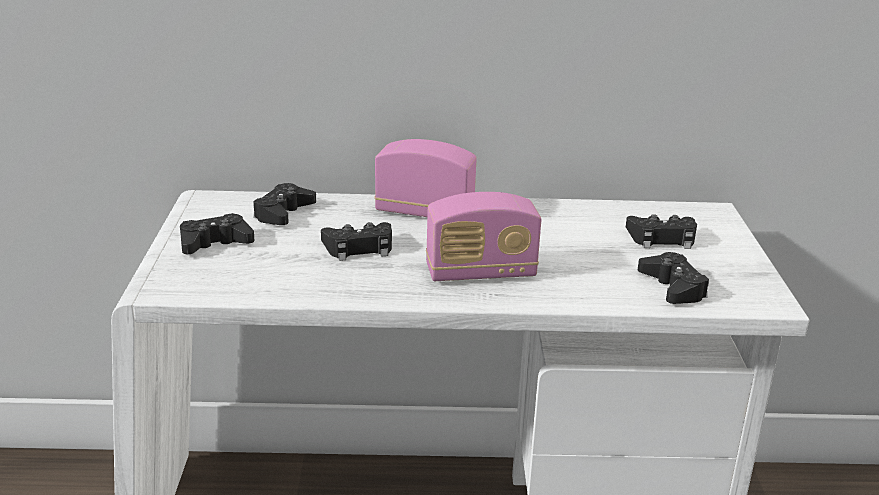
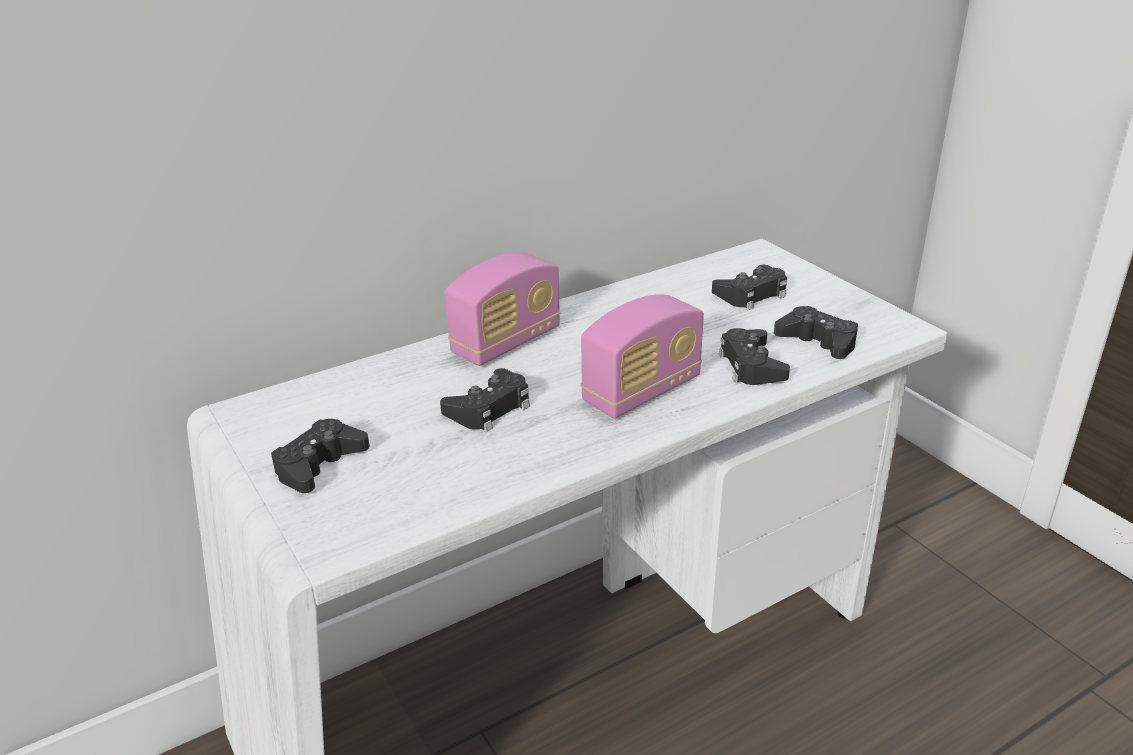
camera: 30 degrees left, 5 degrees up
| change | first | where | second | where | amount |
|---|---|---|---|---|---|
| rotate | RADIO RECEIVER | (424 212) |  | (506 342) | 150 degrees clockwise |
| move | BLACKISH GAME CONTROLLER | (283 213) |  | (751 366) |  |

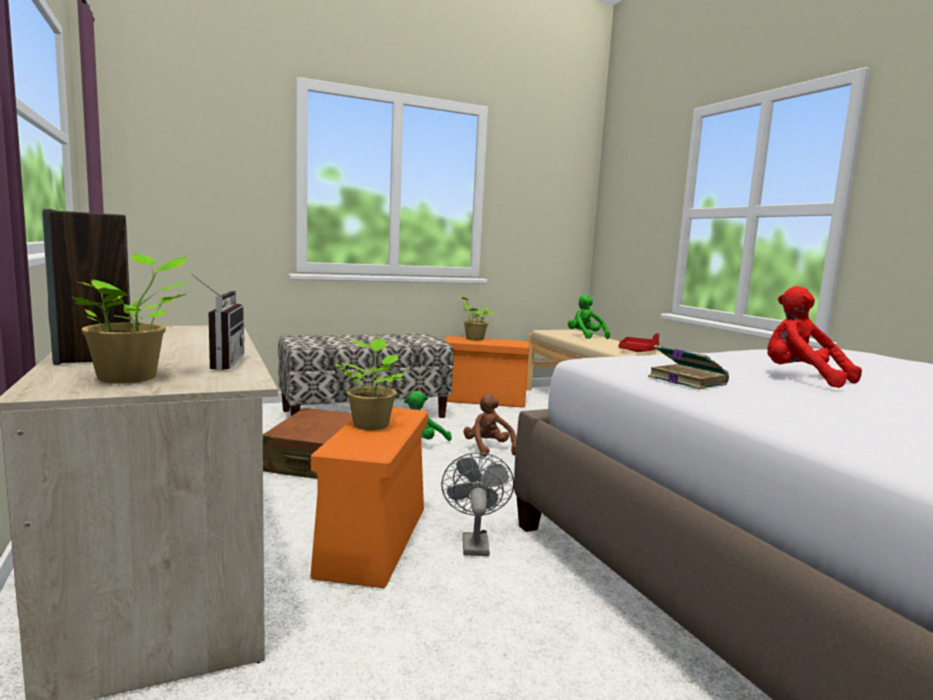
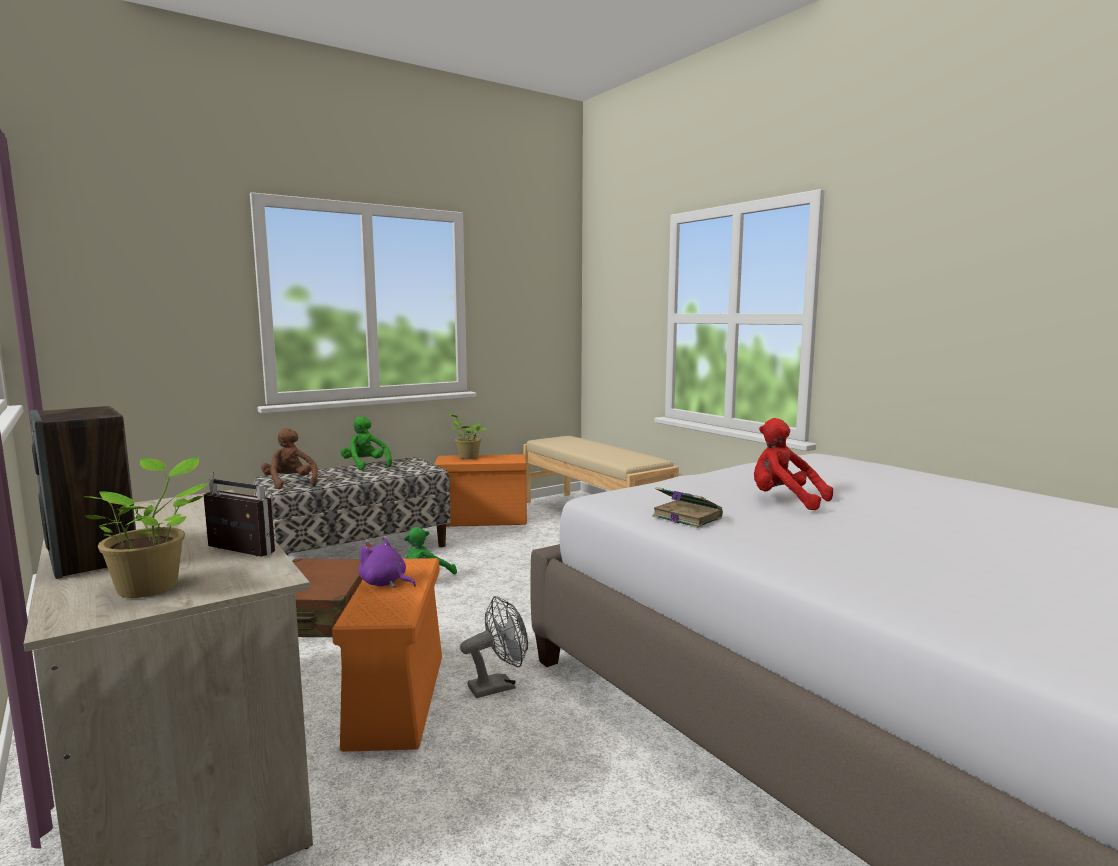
camera: 10 degrees left, 0 degrees up
| change | first | where | second | where | amount |
|---|---|---|---|---|---|
| rotate | RADIO RECEIVER | (218 363) |  | (232 553) | 45 degrees counterclockwise |
| move | GREENISH CUDDLY TOY | (585 336) |  | (365 466) |  |
| delete | REDDISH CARRYING TRAY | (638 351) |  |  |  |
| replace | HOUSEPLANT | (371 424) | PURPLE-COLOURED CUDDLY TOY | (385 583) |  |
| move | BROWN-COLOURED CUDDLY TOY | (488 449) |  | (290 483) |  |
| rotate | GREYISH FAN | (474 542) |  | (498 686) | 75 degrees clockwise |

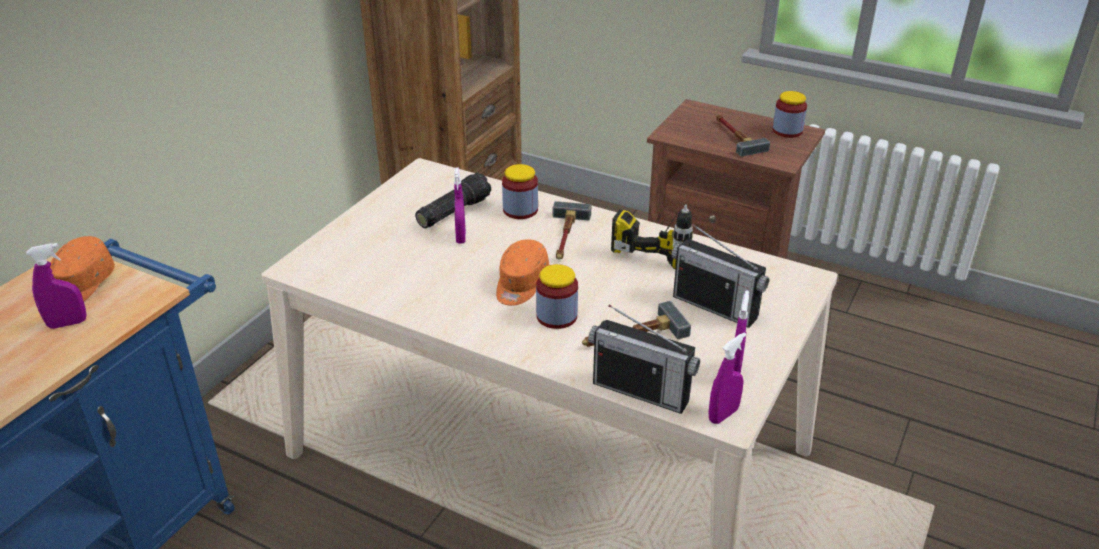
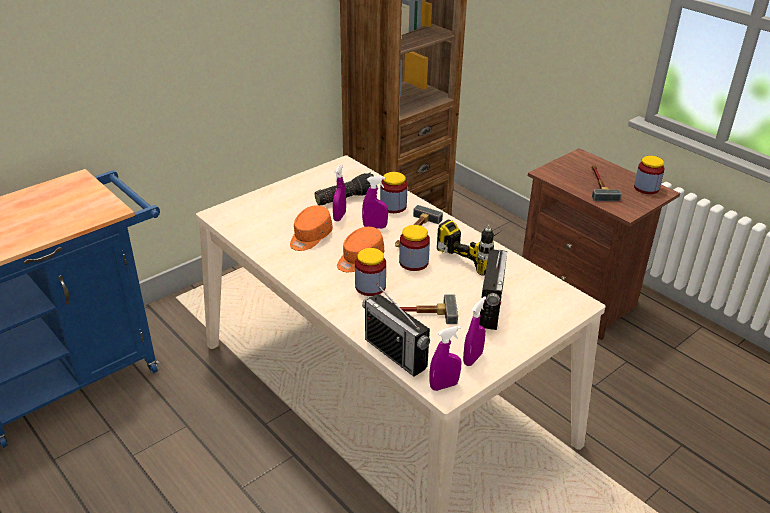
camera: 20 degrees right, 0 degrees up
| change | first | where | second | where | amount |
|---|---|---|---|---|---|
| rotate | RADIO RECEIVER | (715 306) |  | (491 307) | 135 degrees counterclockwise |
| move | ORANGE-COLOURED CAP | (82 285) |  | (310 237) |  |
| move | PURPLE-COLOURED HAND SPRAYER | (67 323) |  | (375 227) |  |
| insert |  |  | PRESERVE JAR | (413 262) |  |

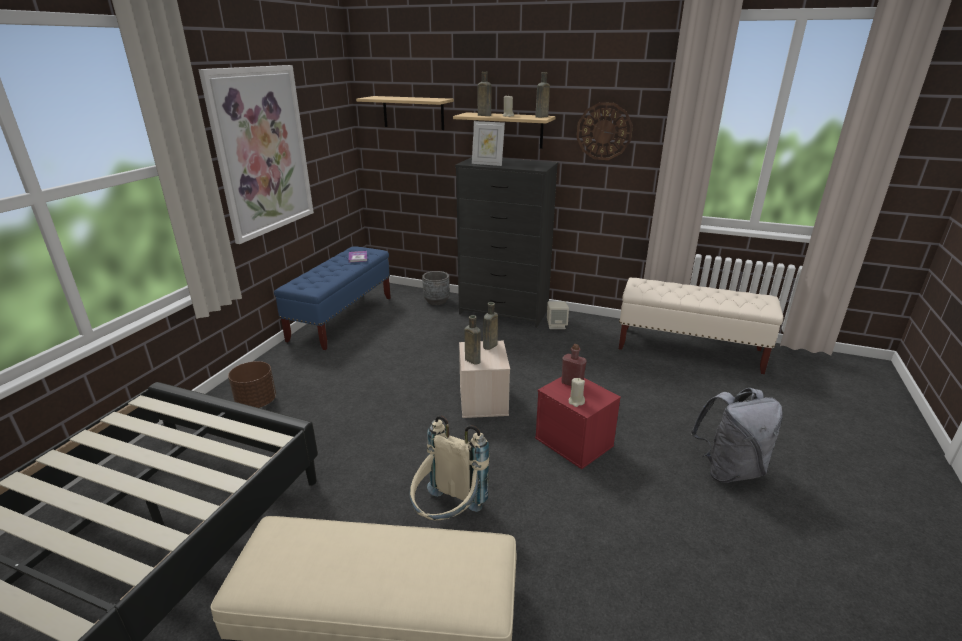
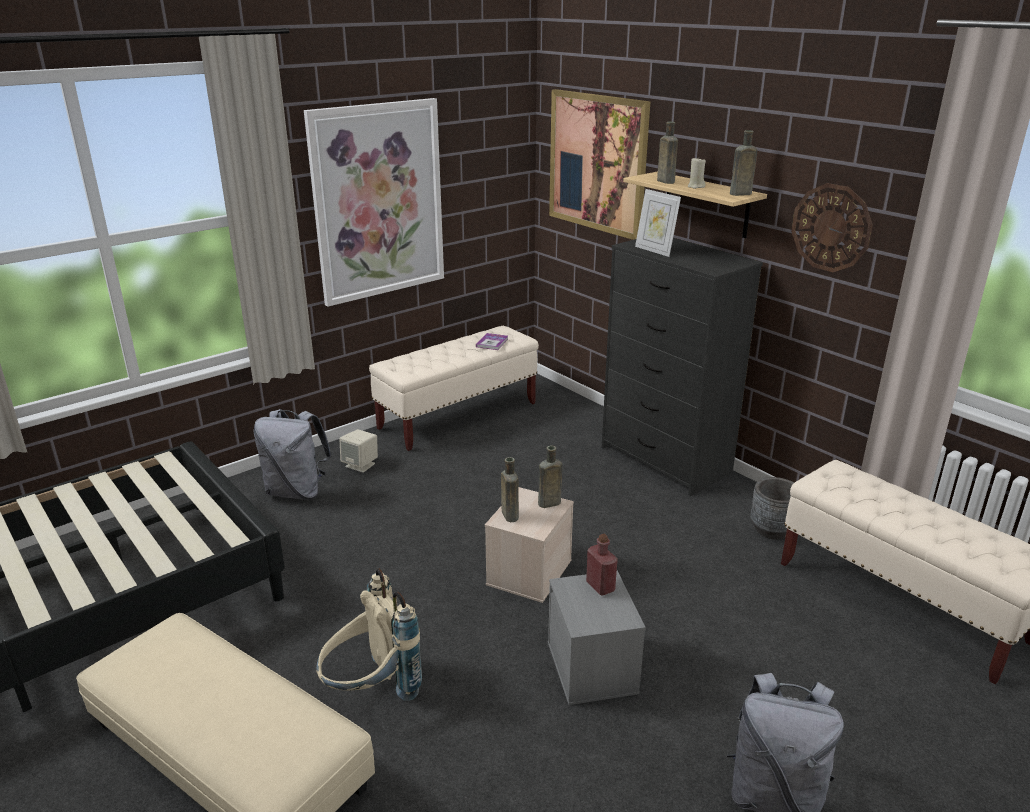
camera: 30 degrees right, 0 degrees up
| change | first | where | second | where | amount |
|---|---|---|---|---|---|
| replace | WALL SHELF | (413 113) | PICTURE | (597 163) |  |
| recolor | BLUE INDOOR BENCH | (342 318) | BEIGE-COLOURED INDOOR BENCH | (458 416) |  |
| move | GREYISH PLANT POT | (436 301) |  | (772 530) |  |
| move | BEIGE-COLOURED AUDIO SPEAKER | (556 325) |  | (361 465) |  |
| replace | BROWN-COLOURED PLANT POT | (257 402) | GREYISH RUCKSACK | (297 491) |  |
| recolor | REDDISH STORAGE CONTAINER | (575 442) | GREYISH STORAGE CONTAINER | (593 668) |  |
| delete | BEIGE-COLOURED WAX LIGHT | (576 402) |  |  |  |

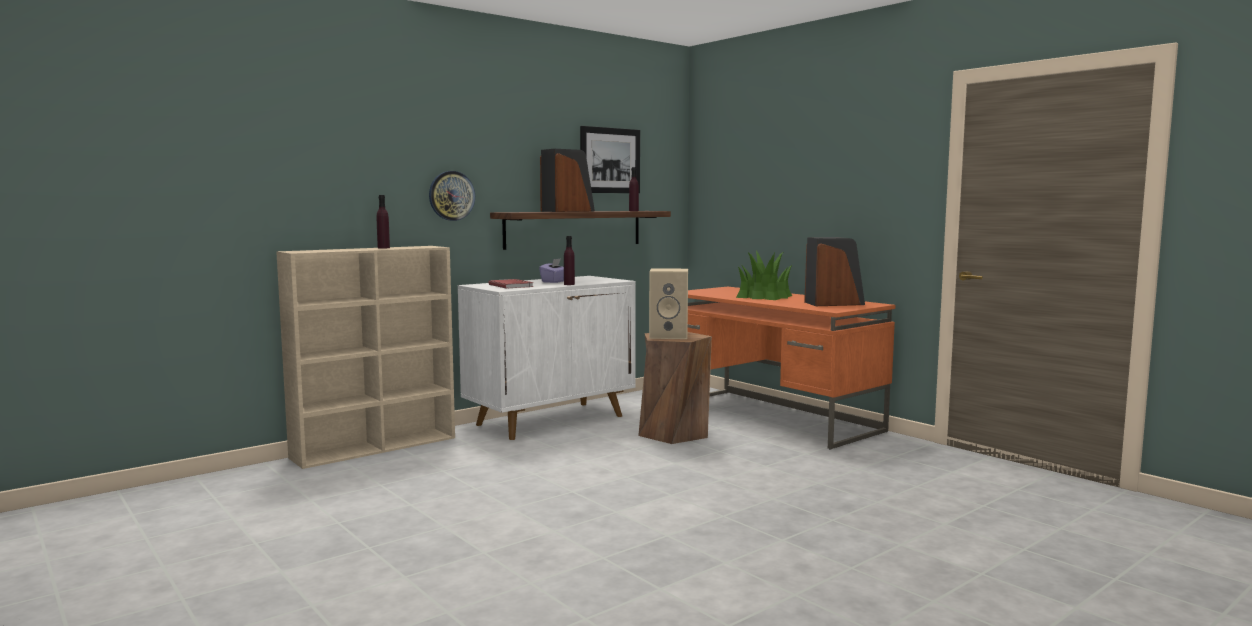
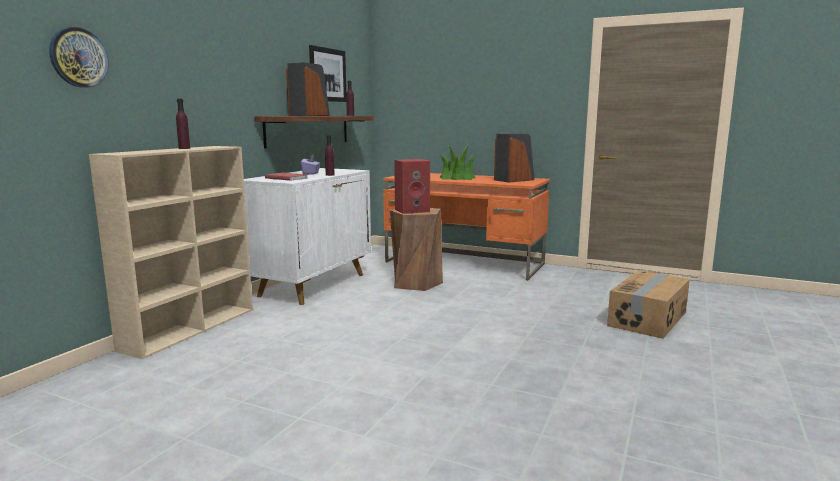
camera: 25 degrees left, 5 degrees up
| change | first | where | second | where | amount |
|---|---|---|---|---|---|
| move | CLOCK ON THE WALL | (451 195) |  | (78 57) |  |
| recolor | BEIGE-COLOURED AUDIO SPEAKER | (669 336) | REDDISH AUDIO SPEAKER | (412 210) |  |
| insert |  |  | CARTON | (648 319) |  |

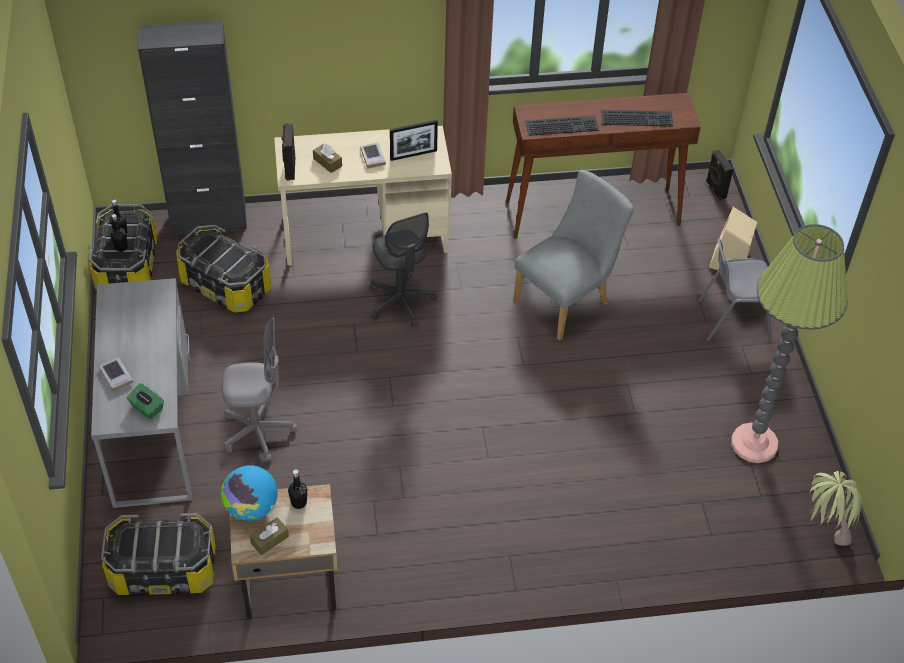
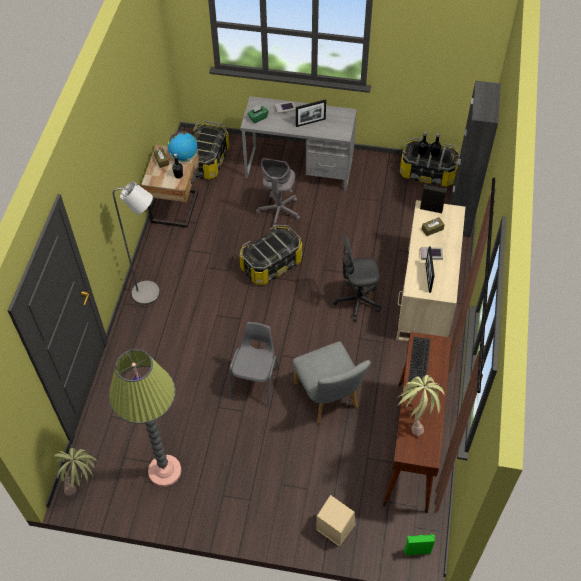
camera: 110 degrees right, 5 degrees up
| change | first | where | second | where | amount |
|---|---|---|---|---|---|
| replace | PC KEYBOARD | (637 117) | HOUSEPLANT | (416 418) |  |
| recolor | BLACKISH AUDIO SPEAKER | (715 190) | GREENISH AUDIO SPEAKER | (417 550) |  |
| move | STORAGE CONTAINER | (225 285) |  | (271 264) |  |
| move | GREYISH UPRIGHT CHAIR | (732 319) |  | (256 382) |  |
| insert |  |  | PHOTO FRAME | (310 122) |  |
| insert |  |  | GREYISH FLOOR LAMP | (151 294) |  |

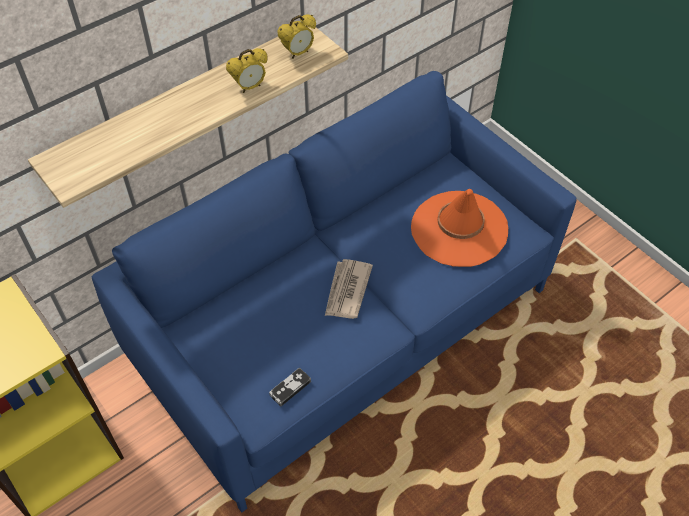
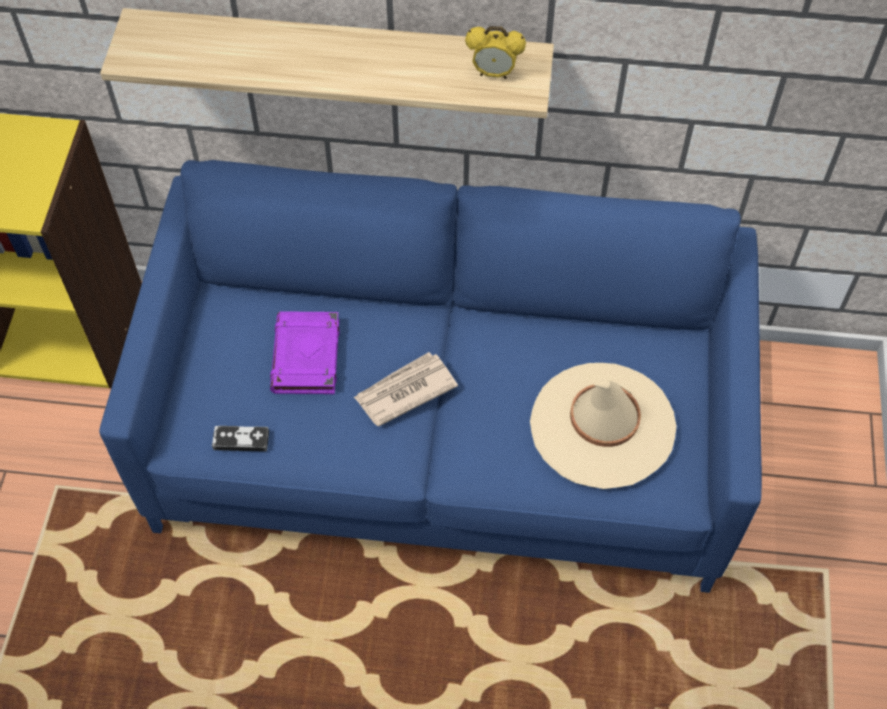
camera: 45 degrees right, 5 degrees up
| change | first | where | second | where | amount |
|---|---|---|---|---|---|
| delete | BEDSIDE CLOCK | (250 87) |  |  |  |
| recolor | ORANGE-COLOURED HAT | (459 229) | BEIGE-COLOURED HAT | (602 425) |  |
| insert |  |  | PURPLE-COLOURED BOOK | (306 357) |  |

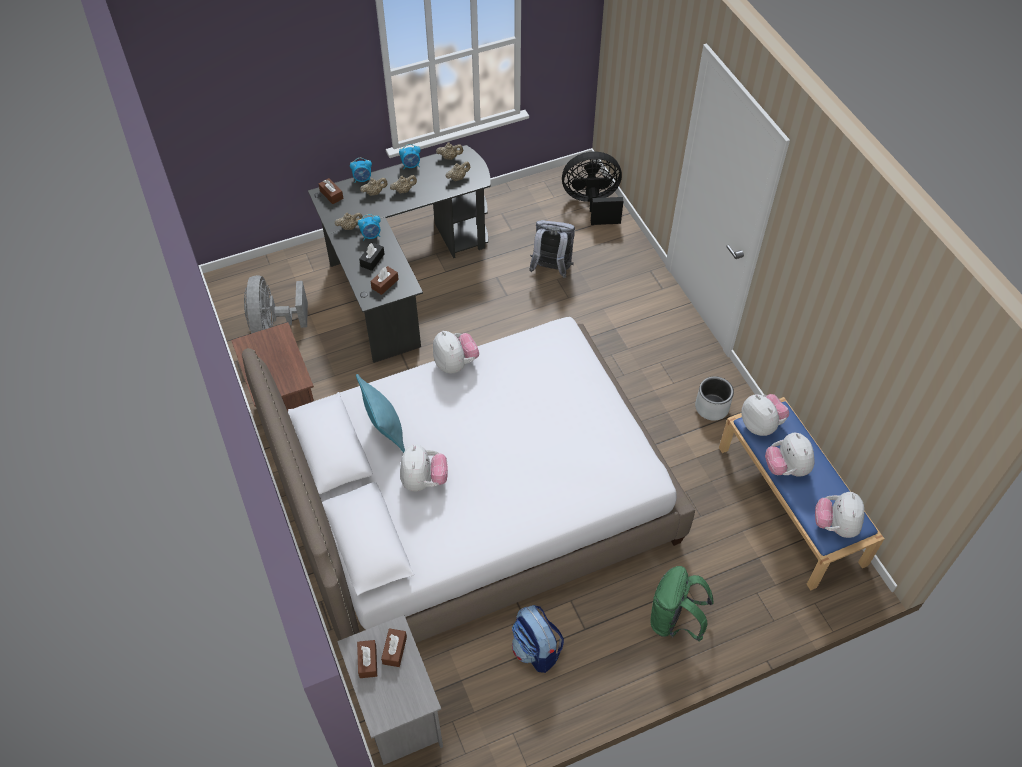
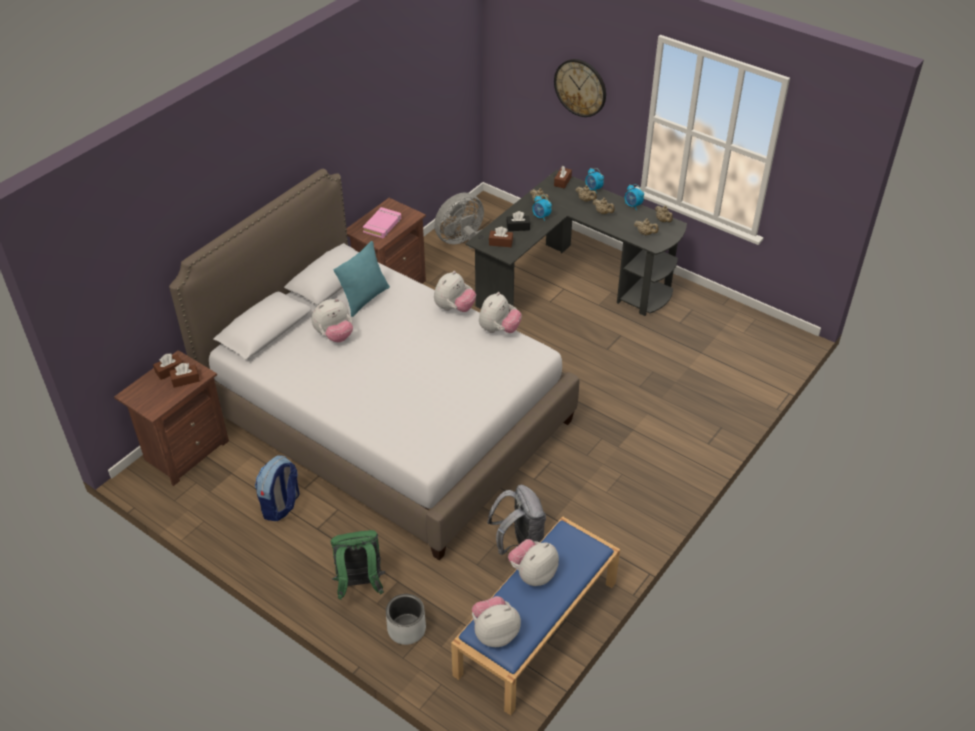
camera: 60 degrees right, 10 degrees down
| change | first | where | second | where | amount |
|---|---|---|---|---|---|
| delete | BLACKISH FAN | (592 204) |  |  |  |
| move | GREYISH RUCKSACK | (551 269) |  | (519 544) |  |
| move | GREYISH PLANT POT | (712 407) |  | (406 629) |  |
| move | CUDDLY TOY | (761 425) |  | (499 330) |  |
| recolor | GREYISH BEDSIDE TABLE | (398 716) | BROWN-COLOURED BEDSIDE TABLE | (185 451) |  |
| insert |  |  | CLOCK ON THE WALL | (580 87) |  |
| insert |  |  | PINK-COLOURED BOOK | (382 225) |  |

